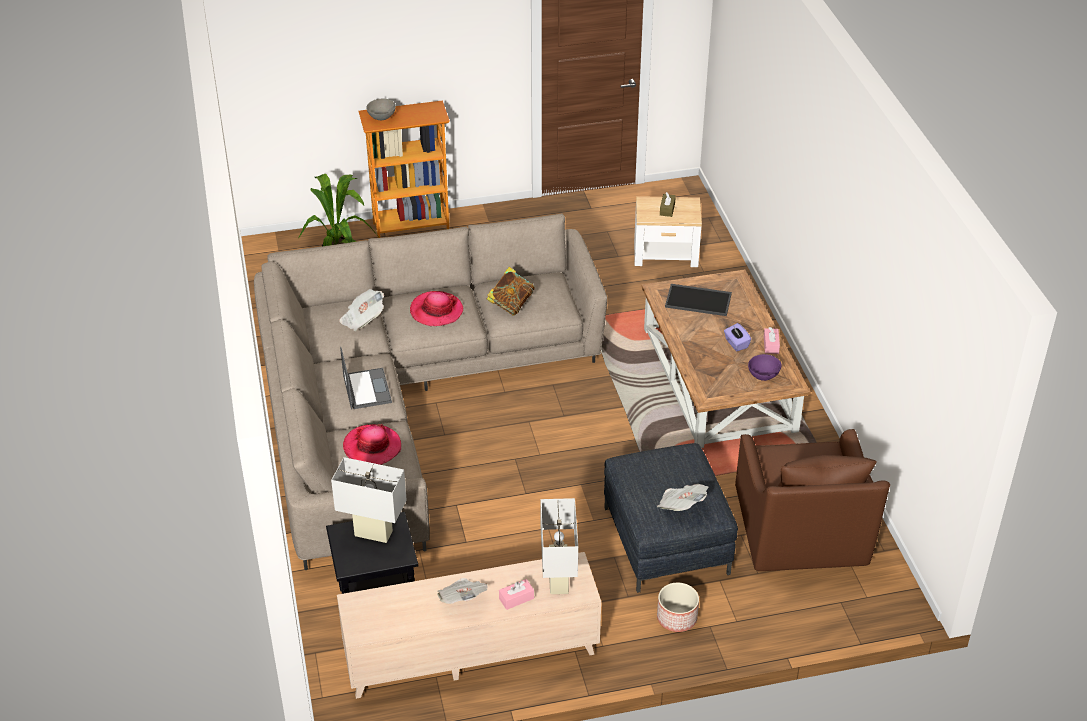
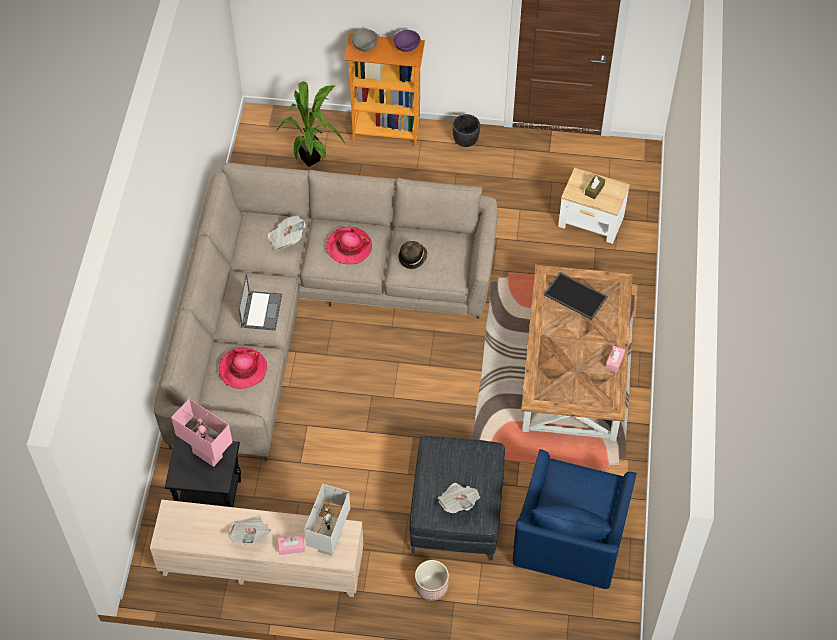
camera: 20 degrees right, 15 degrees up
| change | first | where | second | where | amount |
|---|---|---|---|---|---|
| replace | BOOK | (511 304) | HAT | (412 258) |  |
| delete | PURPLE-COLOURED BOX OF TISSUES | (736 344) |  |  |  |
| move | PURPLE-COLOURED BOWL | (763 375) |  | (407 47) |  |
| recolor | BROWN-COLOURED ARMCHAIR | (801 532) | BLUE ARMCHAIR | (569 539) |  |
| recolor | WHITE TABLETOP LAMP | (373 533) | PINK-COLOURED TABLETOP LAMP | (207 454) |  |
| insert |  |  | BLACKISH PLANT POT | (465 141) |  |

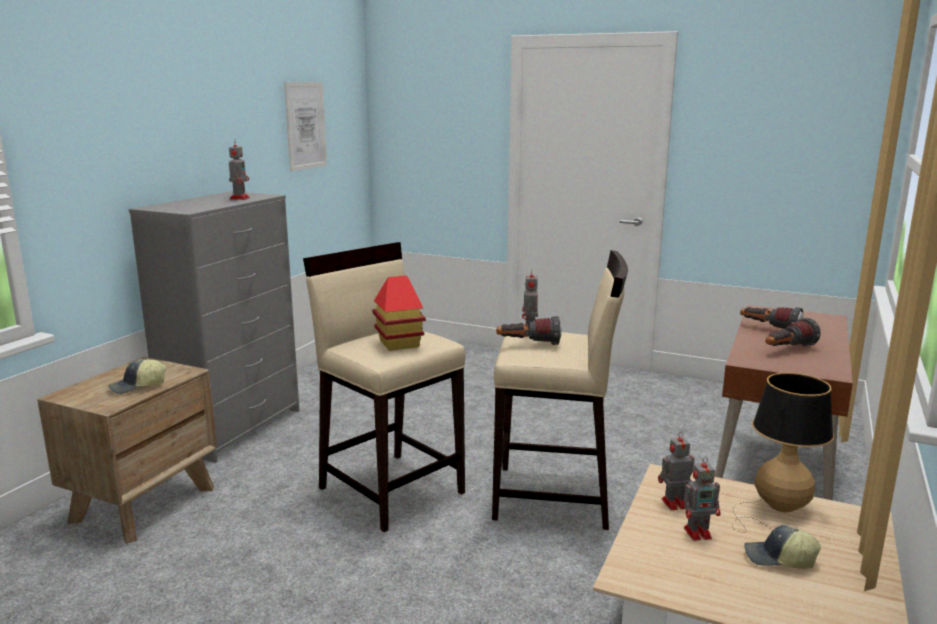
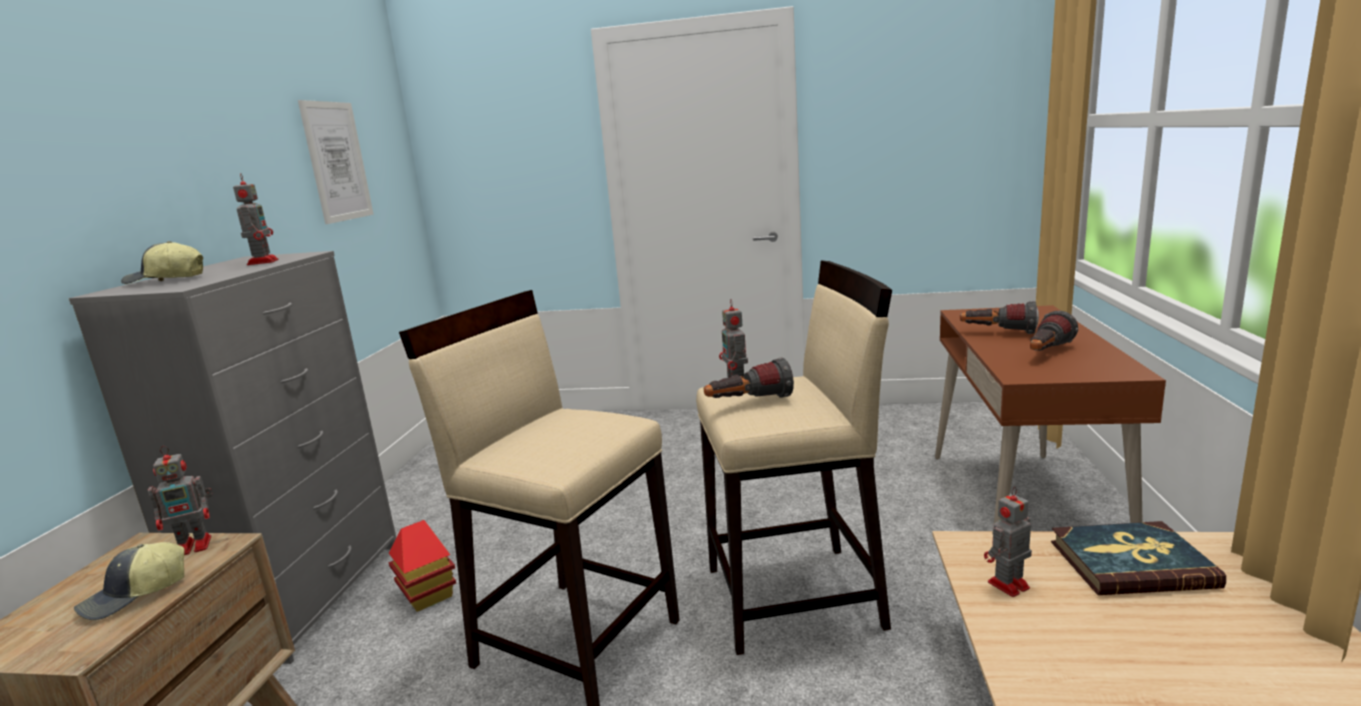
camera: 15 degrees left, 0 degrees up
| change | first | where | second | where | amount |
|---|---|---|---|---|---|
| move | MODEL HOUSE | (399 343) |  | (427 595) |  |
| replace | TABLETOP LAMP | (776 510) | BOOK | (1130 563) |  |
| move | TOY ROBOT | (698 533) |  | (196 545) |  |
| move | CAP | (779 559) |  | (165 281) |  |

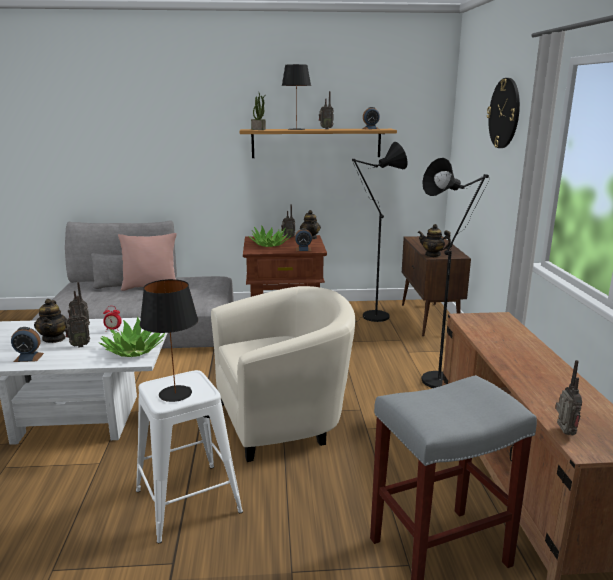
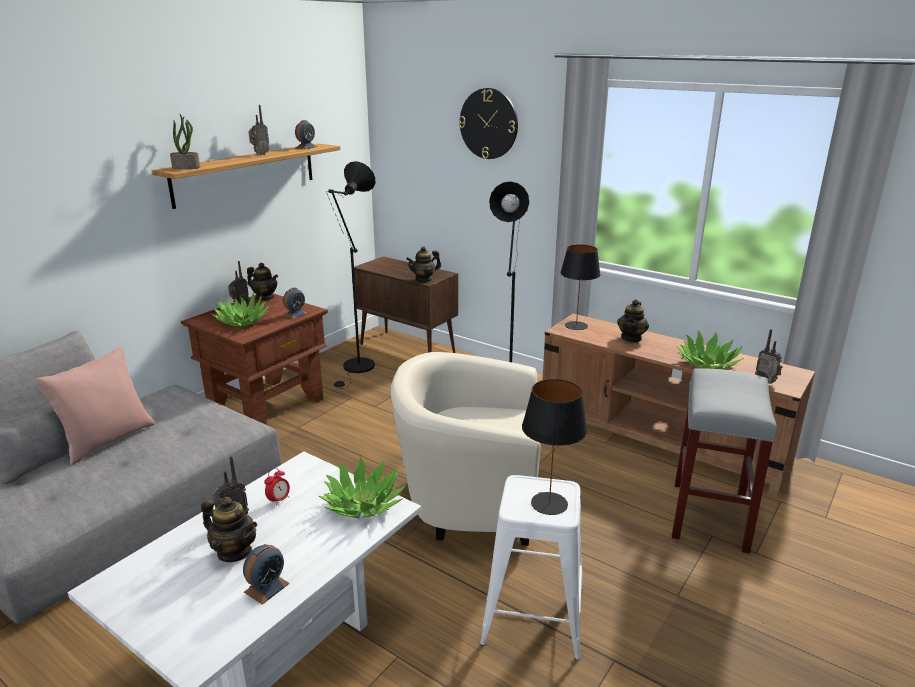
camera: 50 degrees left, 5 degrees up
| change | first | where | second | where | amount |
|---|---|---|---|---|---|
| move | BLACKISH TABLETOP LAMP | (296 129) |  | (576 325) |  |
| rotate | BEIGE-COLOURED ARMCHAIR | (284 420) |  | (468 501) | 105 degrees counterclockwise |
| delete | RADIO RECEIVER | (79 345) |  |  |  |
| insert |  |  | TEAPOT | (631 338) |  |
| insert |  |  | HOUSEPLANT | (707 364) |  |

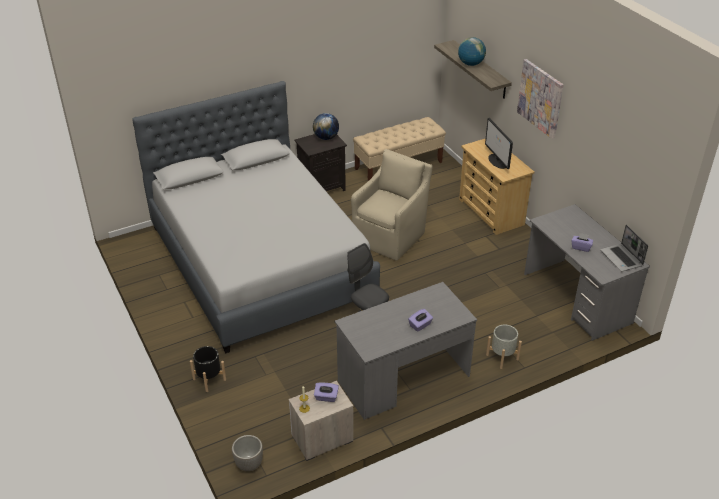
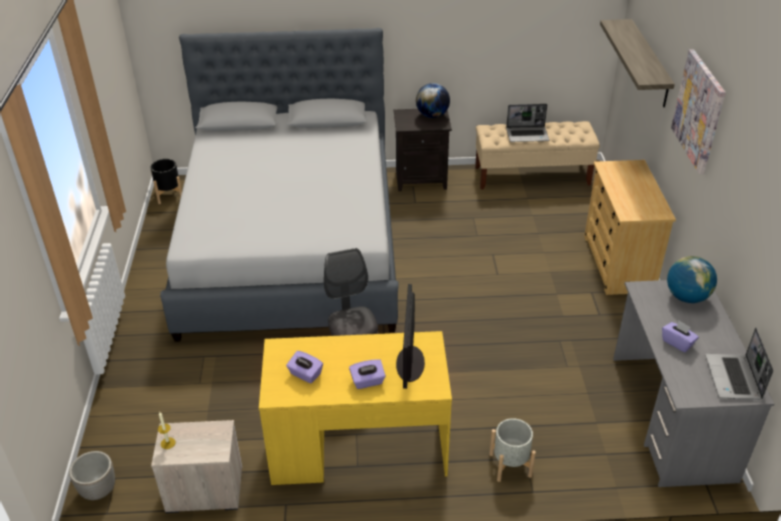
camera: 25 degrees right, 0 degrees up
| change | first | where | second | where | amount |
|---|---|---|---|---|---|
| move | WORLD GLOBE | (470 64) |  | (686 297) |  |
| move | COMPUTER DISPLAY | (497 161) |  | (410 364) |  |
| delete | BEIGE-COLOURED ARMCHAIR | (390 236) |  |  |  |
| recolor | GREYISH DESK | (403 379) | YELLOW DESK | (358 448) |  |
| move | BLACKISH PLANT POT | (209 379) |  | (169 195) |  |
| move | PURPLE-COLOURED BOX OF TISSUES | (326 397) |  | (305 374) |  |
| insert |  |  | PORTABLE COMPUTER | (527 135) |  |

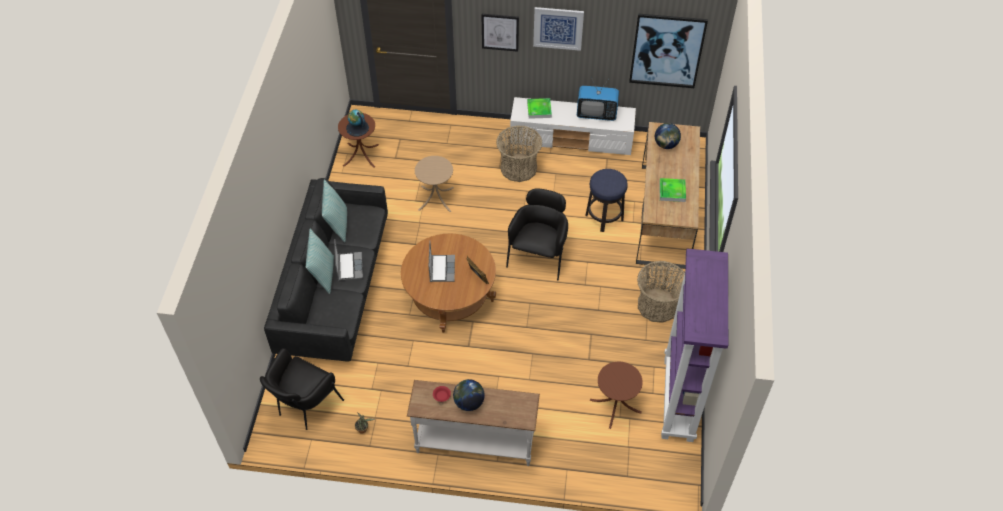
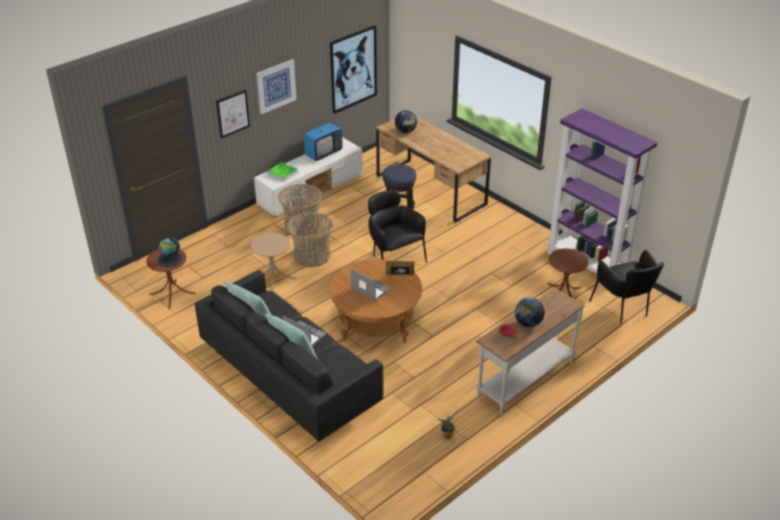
camera: 50 degrees left, 15 degrees down
| change | first | where | second | where | amount |
|---|---|---|---|---|---|
| delete | CARRYING TRAY | (672 191) |  |  |  |
| move | BASKET | (657 305) |  | (312 256) |  |
| move | BLACKISH ARMCHAIR | (305 407) |  | (624 309) |  |

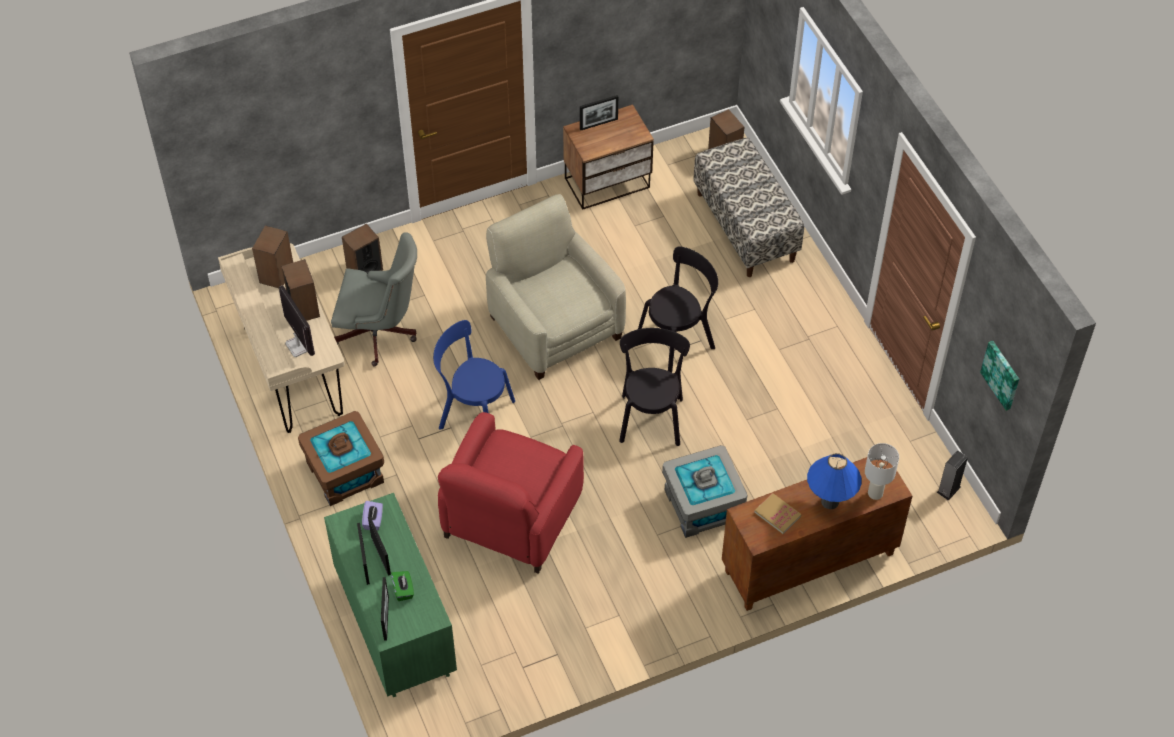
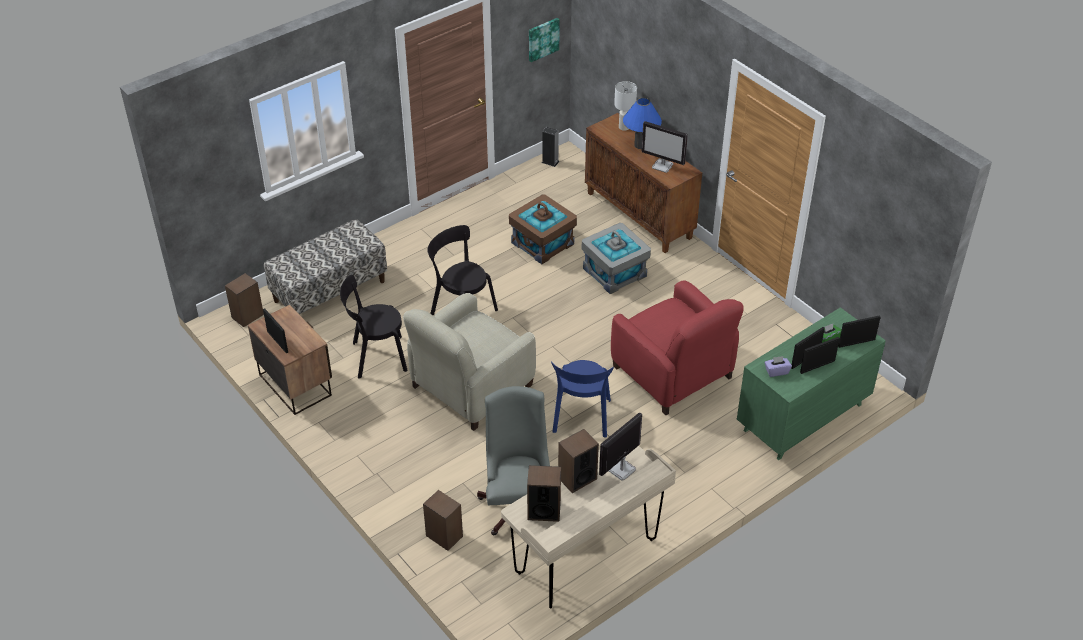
camera: 105 degrees left, 10 degrees down
| change | first | where | second | where | amount |
|---|---|---|---|---|---|
| move | BLACKISH UPRIGHT CHAIR | (651 416) |  | (376 357) |  |
| move | BROWN-COLOURED STORAGE CONTAINER | (345 473) |  | (543 243) |  |
| rotate | REDDISH ARMCHAIR | (511 517) |  | (673 373) | 45 degrees clockwise |
| replace | BOOK | (777 514) | COMPUTER DISPLAY | (663 166) |  |

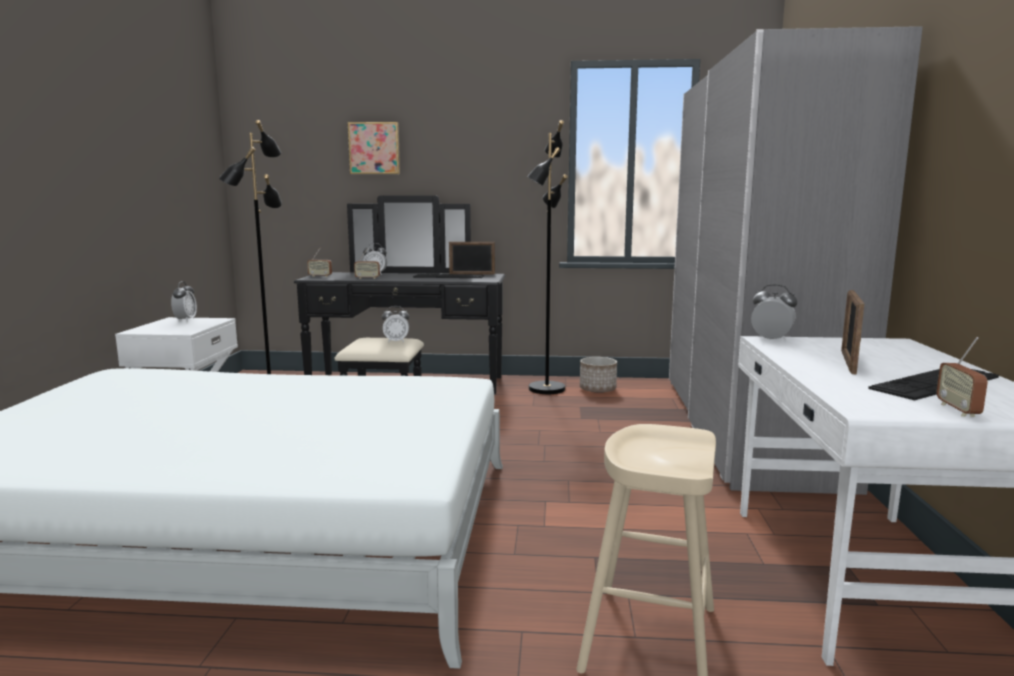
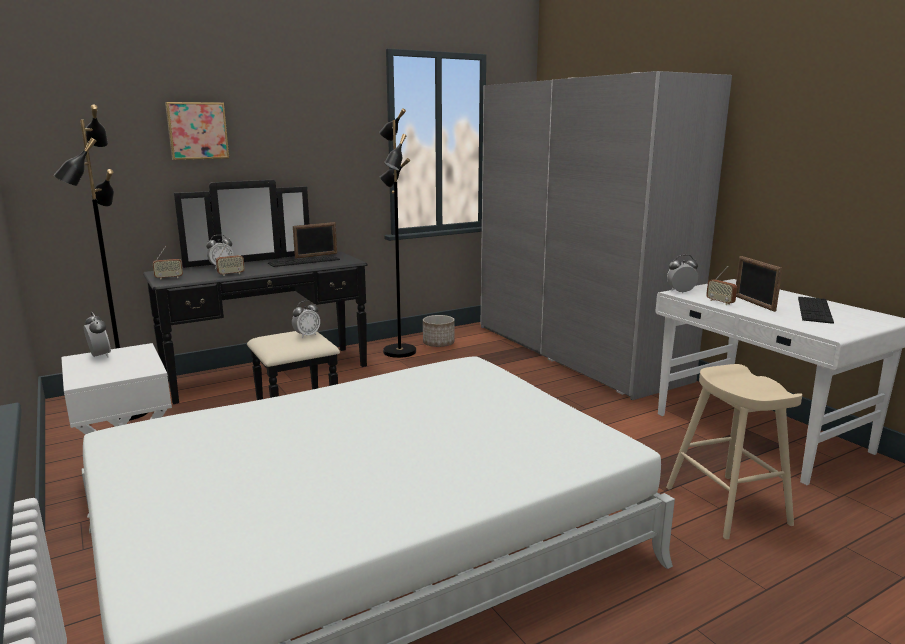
camera: 35 degrees left, 5 degrees up
| change | first | where | second | where | amount |
|---|---|---|---|---|---|
| move | RADIO RECEIVER | (958 410) |  | (720 302) |  |

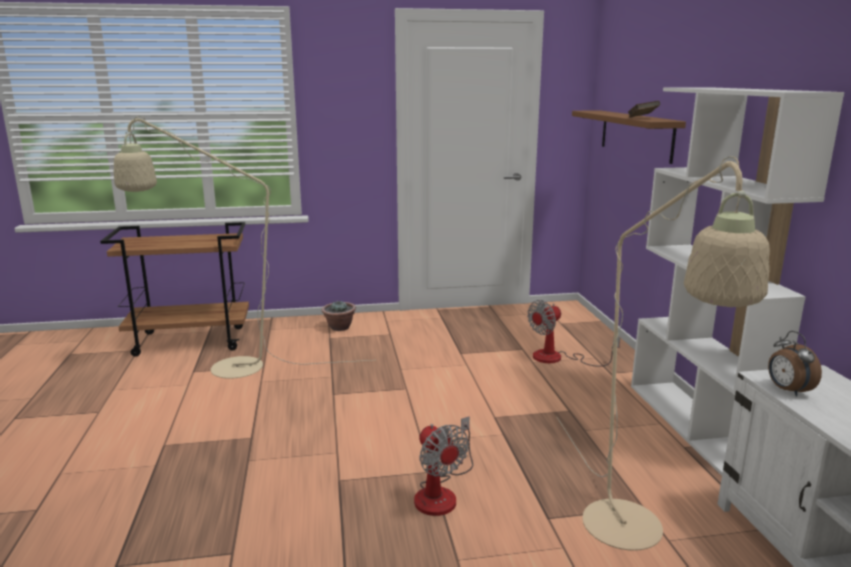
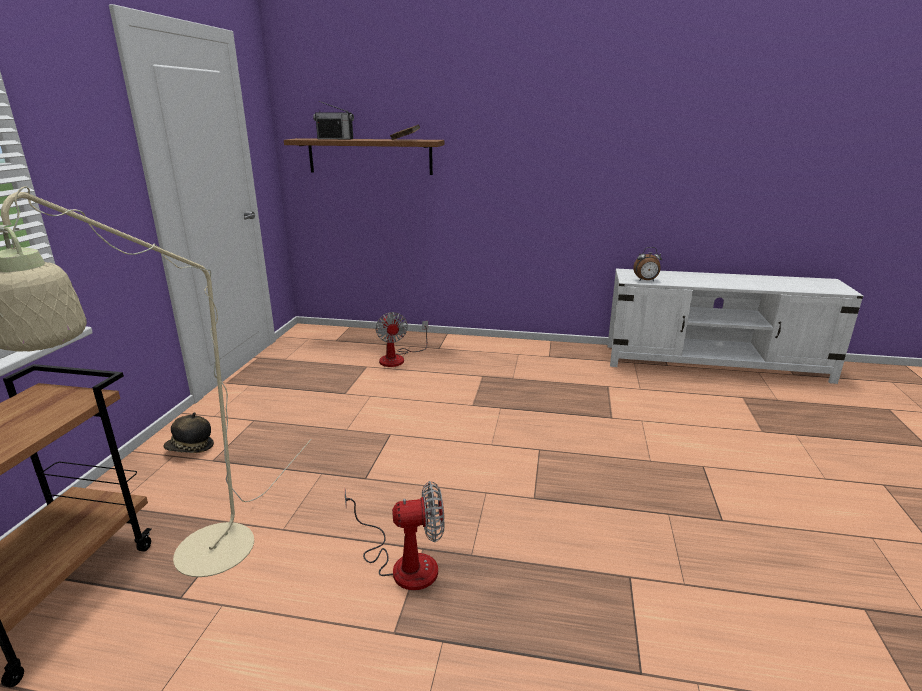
camera: 70 degrees left, 5 degrees up
| change | first | where | second | where | amount |
|---|---|---|---|---|---|
| delete | WHITE SHELVING UNIT | (694 424) |  |  |  |
| delete | BEIGE-COLOURED FLOOR LAMP | (631 538) |  |  |  |
| replace | HOUSEPLANT | (339 327) | HAT | (190 449) |  |
| move | FAN | (441 492) |  | (403 563) |  |
| insert |  |  | RADIO RECEIVER | (335 139) |  |

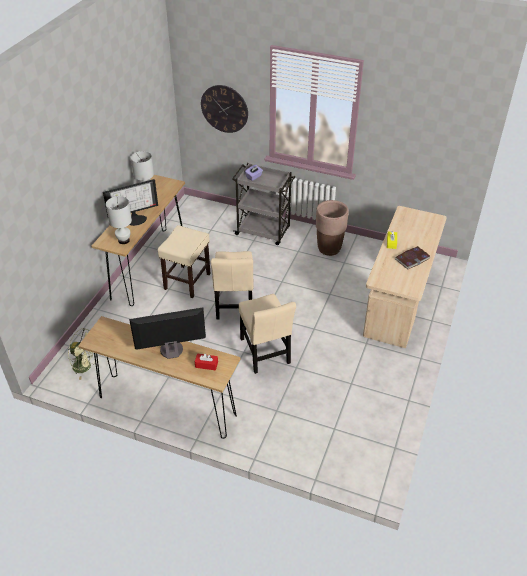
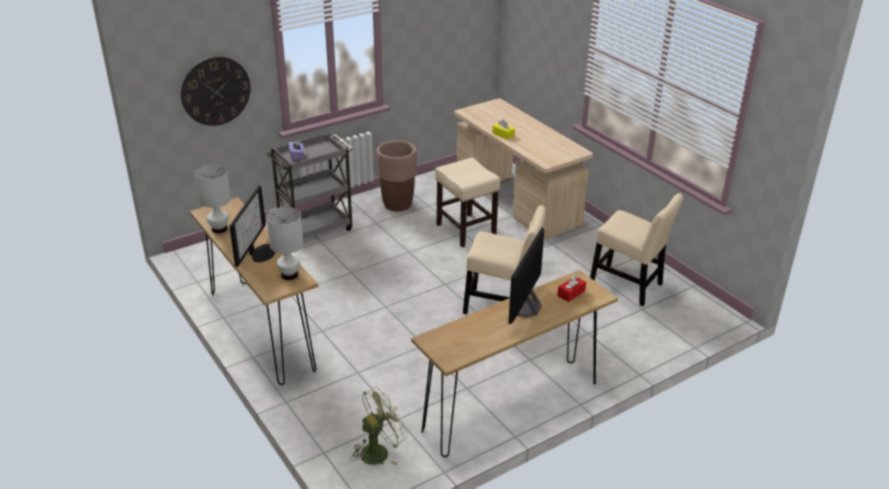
camera: 55 degrees left, 10 degrees down
| change | first | where | second | where | amount |
|---|---|---|---|---|---|
| move | BEIGE-COLOURED STOOL SEAT | (187 281) |  | (465 230) |  |
| delete | BOOK | (412 259) |  |  |  |
| move | BEIGE-COLOURED UPRIGHT CHAIR | (234 305) |  | (629 286) |  |

